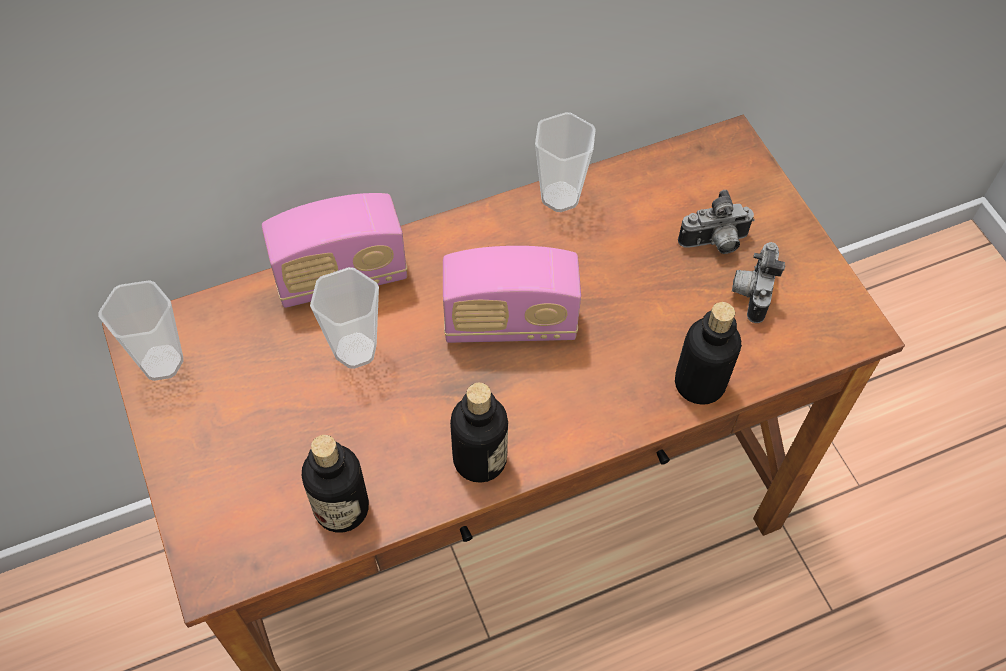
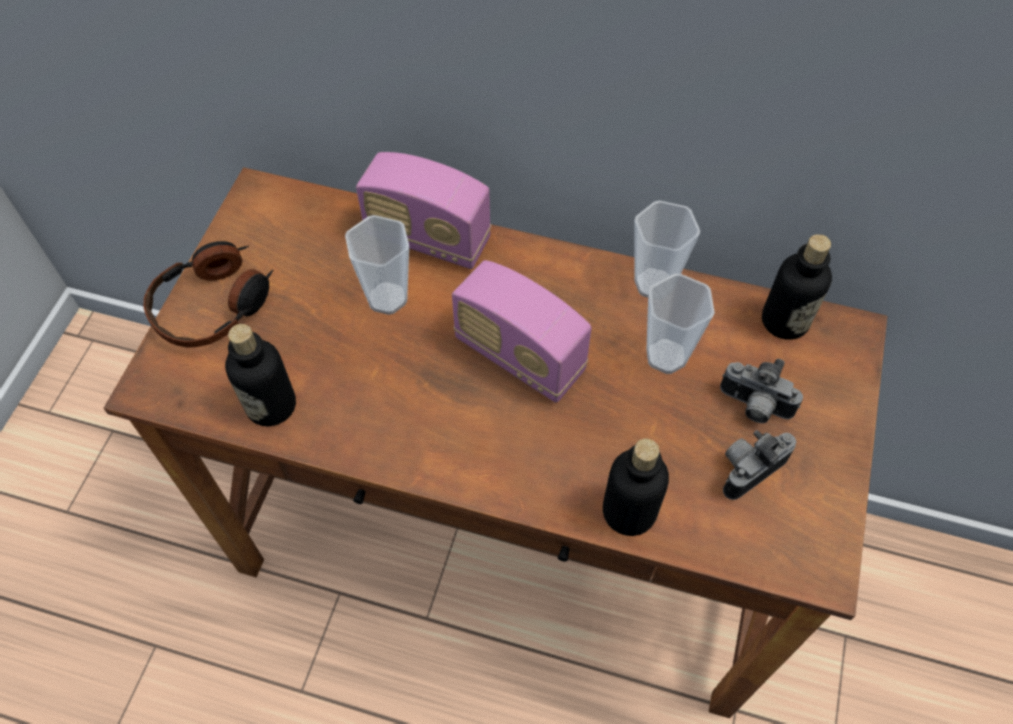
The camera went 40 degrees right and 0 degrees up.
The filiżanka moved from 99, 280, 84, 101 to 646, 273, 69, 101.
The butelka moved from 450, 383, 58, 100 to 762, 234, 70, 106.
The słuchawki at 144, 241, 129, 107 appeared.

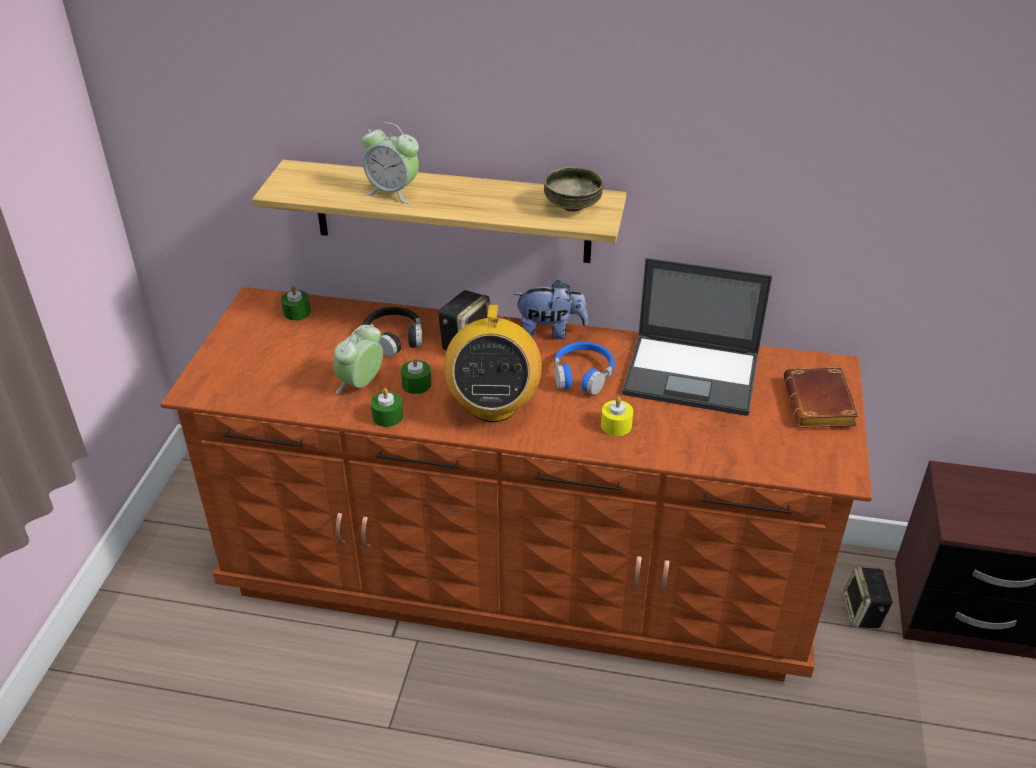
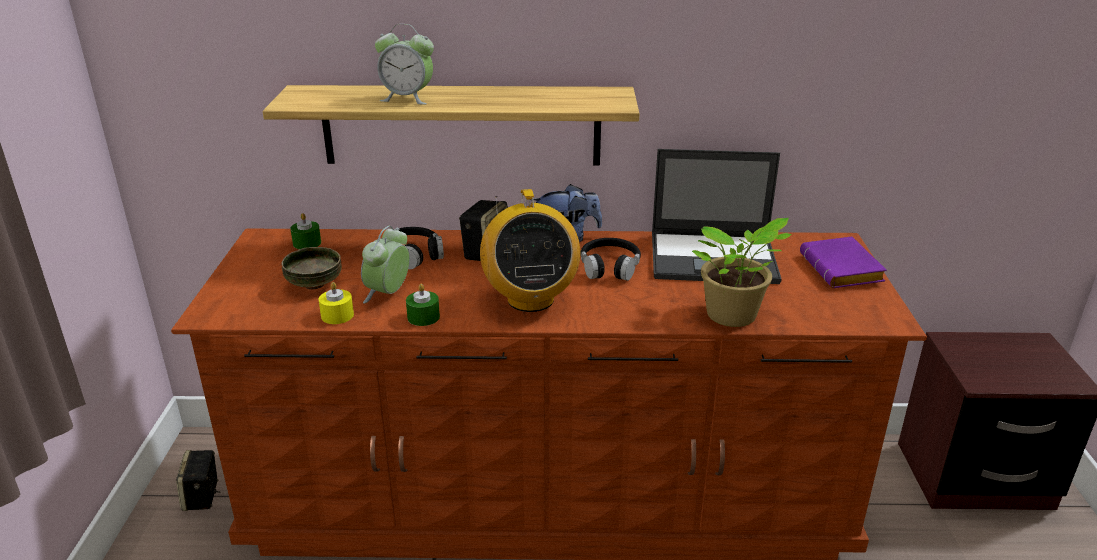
The camera went 10 degrees left and 10 degrees down.
The świeca [zielony] at 401, 356, 30, 38 disappeared.
The miska moved from 544, 167, 59, 45 to 281, 247, 61, 43.
The słuchawki [niebieski] at 554, 342, 61, 53 became the słuchawki [czarny] at 580, 238, 61, 43.
The świeca [żółty] moved from 601, 397, 32, 39 to 319, 282, 35, 42.
The książka [brązowy] at 784, 367, 75, 61 became the książka [fioletowy] at 800, 237, 87, 51.
The głośnik moved from 843, 566, 50, 62 to 176, 450, 44, 61.
The roślina doniczkowa at 692, 218, 100, 109 appeared.

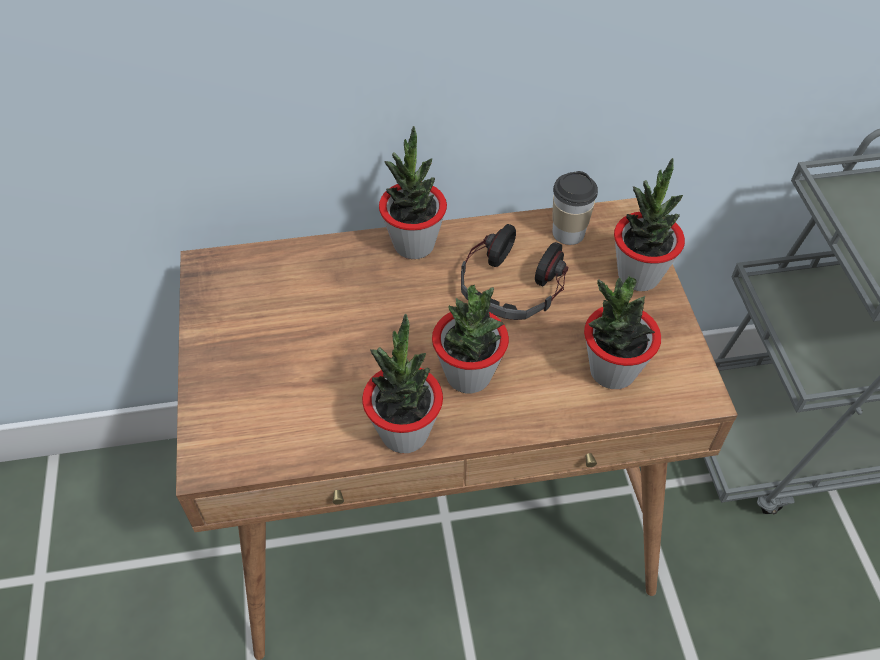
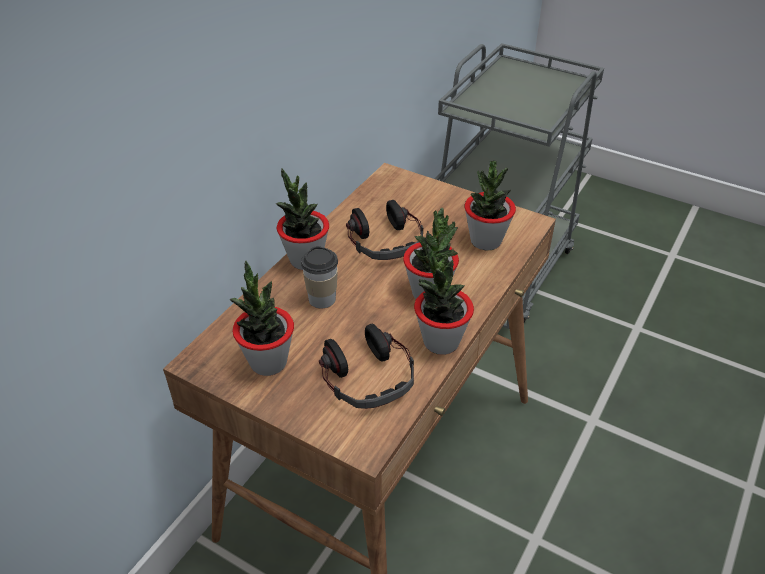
The camera went 50 degrees left and 10 degrees down.
The filiżanka moved from 552, 171, 46, 74 to 301, 246, 37, 62.
The roślina doniczkowa moved from 614, 158, 71, 133 to 230, 260, 64, 116.
The słuchawki at 319, 324, 95, 85 appeared.

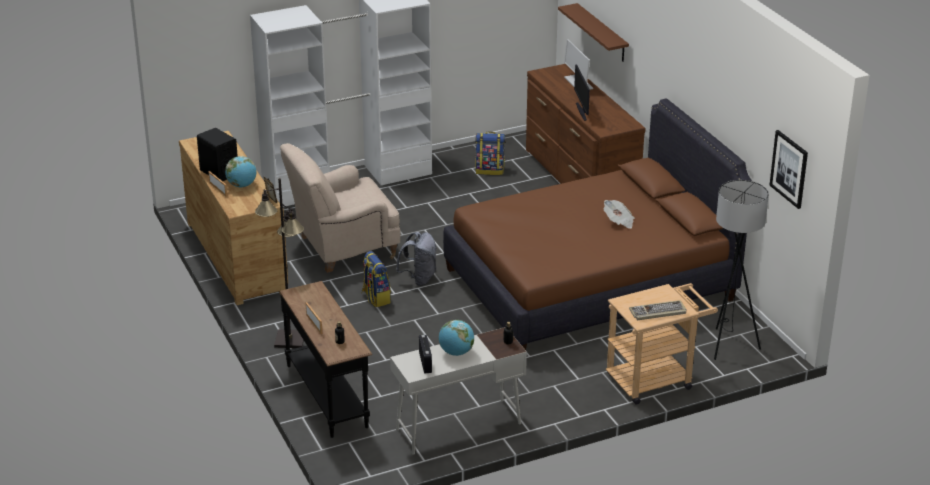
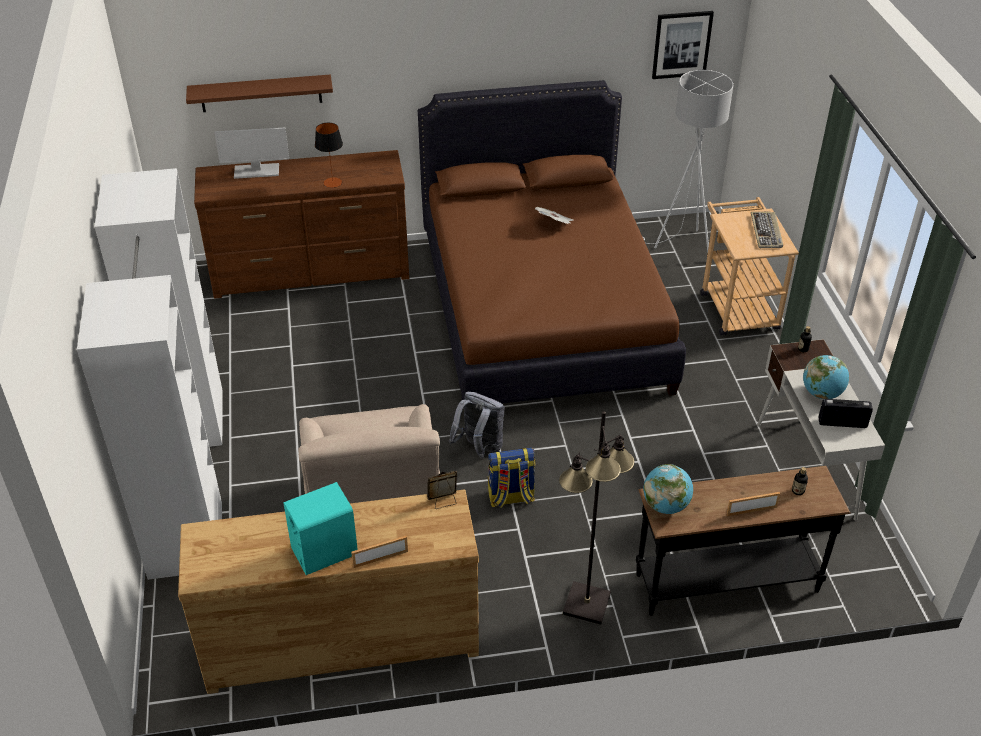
The camera went 75 degrees left and 10 degrees up.
The głośnik [czarny] at 197, 128, 41, 53 became the głośnik [turkusowy] at 283, 482, 75, 93.
The globus moved from 225, 156, 31, 31 to 644, 464, 49, 50.
The plecak at 475, 132, 30, 43 disappeared.
The monitor at 574, 65, 16, 56 was replaced by the lampa stołowa at 315, 123, 28, 65.
The lampa stojąca [czarny] at 714, 180, 55, 180 became the lampa stojąca [biały] at 643, 70, 91, 183.

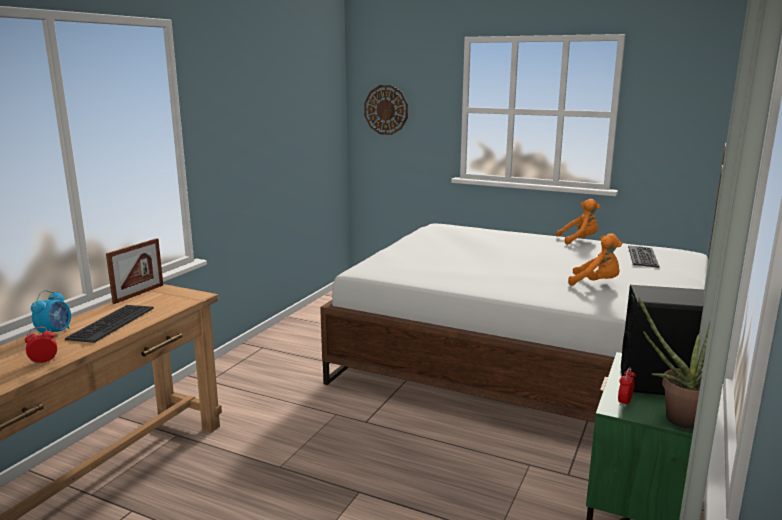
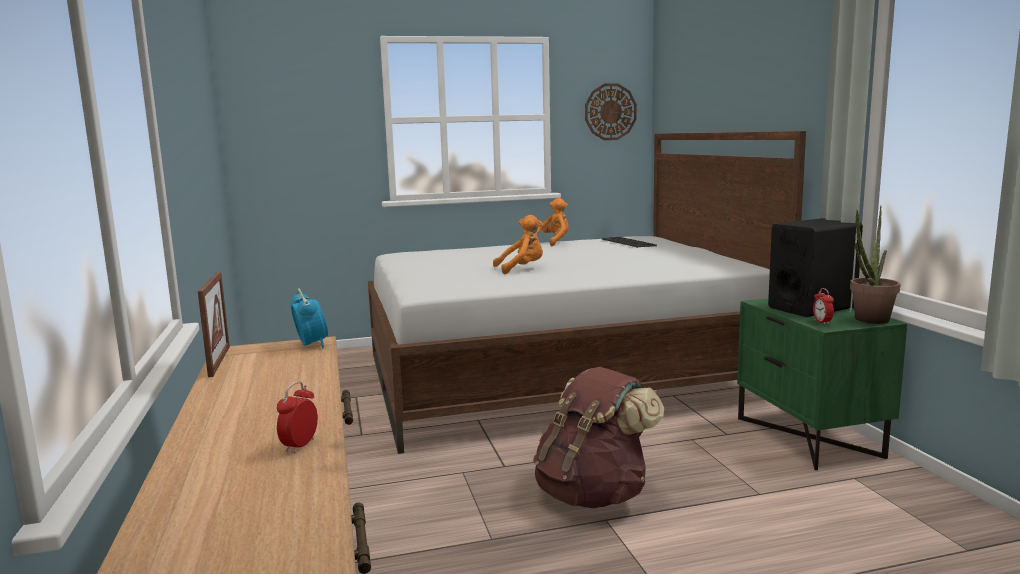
The camera went 40 degrees left and 5 degrees down.
The budzik moved from 31, 290, 40, 43 to 291, 288, 37, 60.
The klawiatura at 65, 305, 89, 38 disappeared.
The zegar ścienny moved from 364, 85, 44, 50 to 585, 83, 52, 57.
The pluszak [pomarańczowy] moved from 568, 233, 54, 53 to 493, 215, 50, 59.
The plecak [brązowy] at 533, 367, 131, 142 appeared.

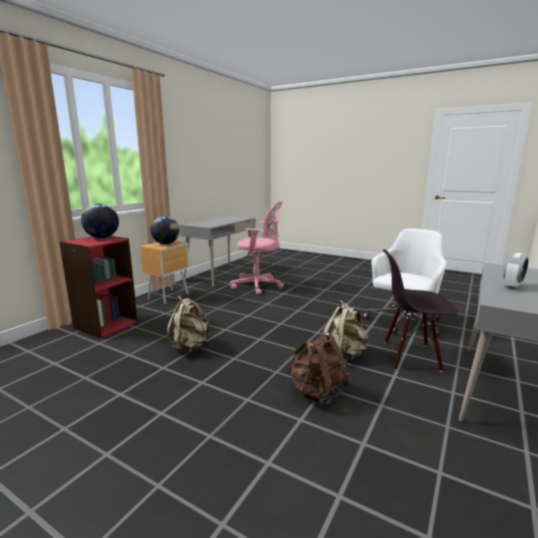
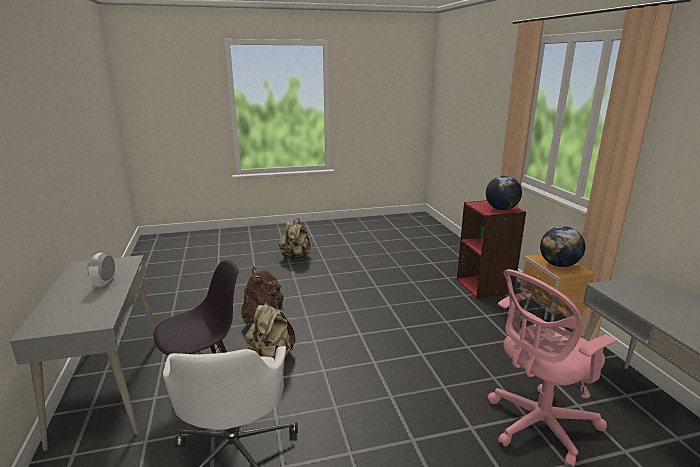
The camera went 135 degrees right and 5 degrees up.
The plecak [beżowy] moved from 167, 295, 43, 58 to 279, 218, 32, 43.

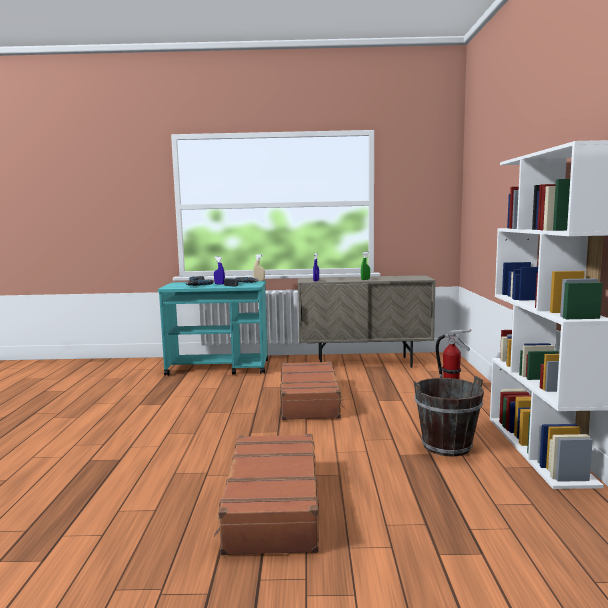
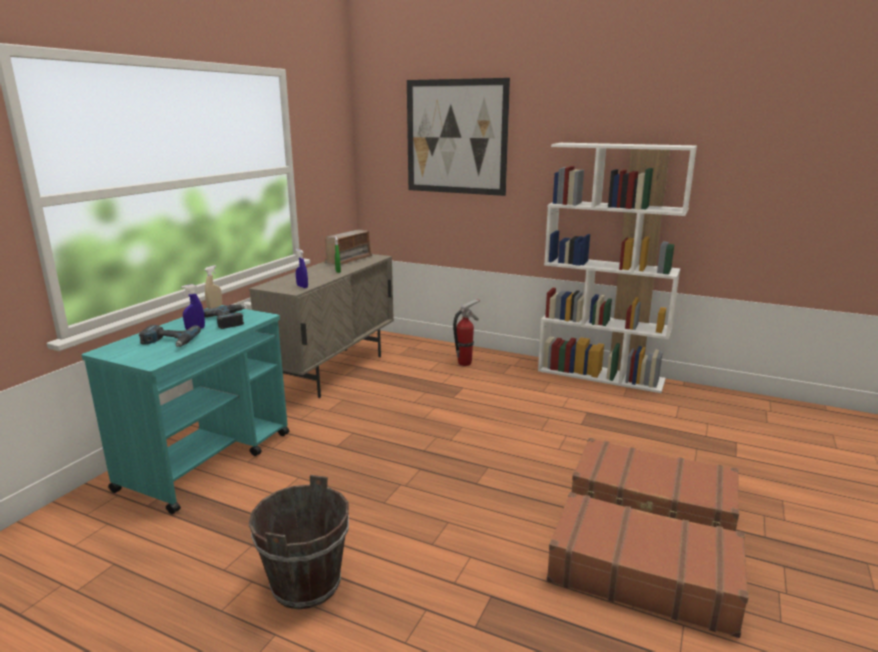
The camera went 65 degrees left and 10 degrees up.
The walizka [brązowy] moved from 280, 361, 65, 59 to 547, 492, 202, 146.
The wiadro [brązowy] moved from 414, 376, 70, 81 to 249, 475, 100, 135.
The radio at 325, 230, 47, 35 appeared.
The obraz at 407, 78, 103, 118 appeared.

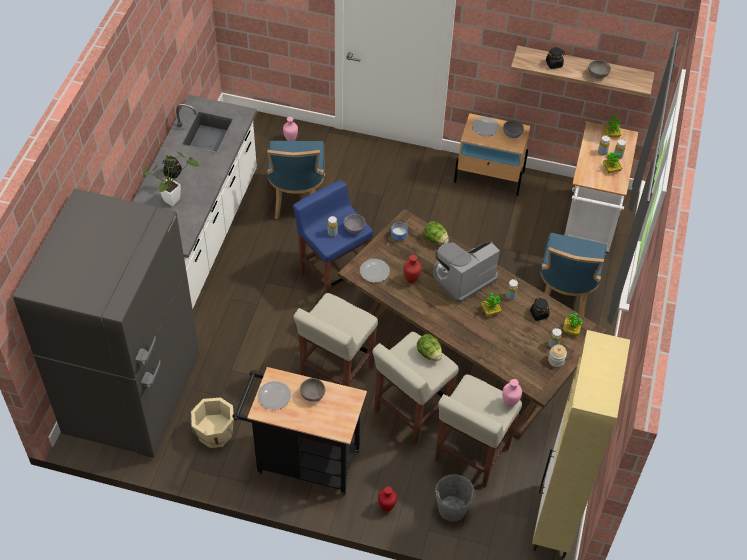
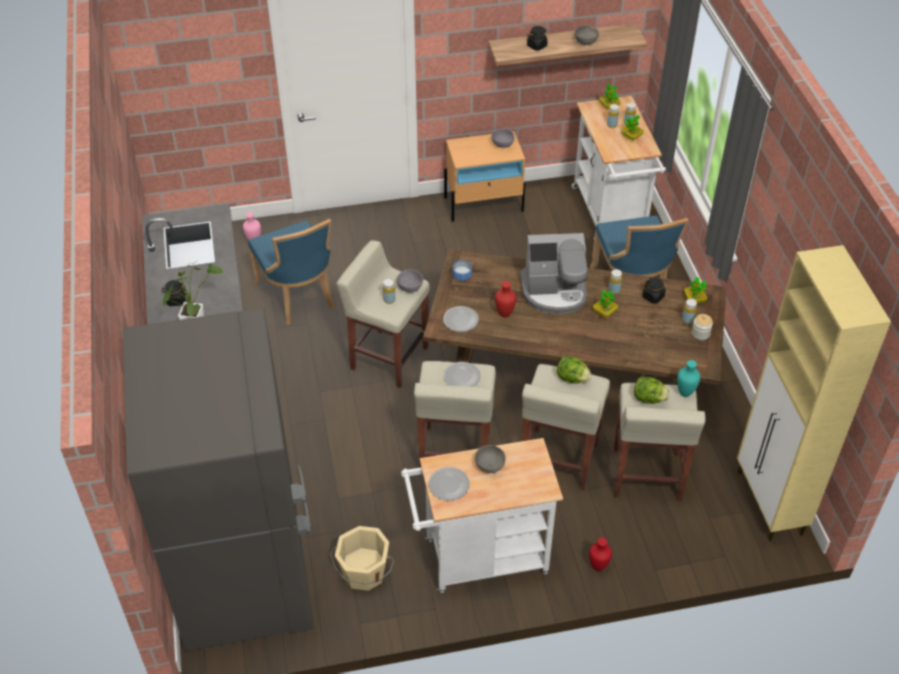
The camera went 25 degrees left and 5 degrees down.
The wózek [czarny] at 232, 367, 135, 128 became the wózek [biały] at 401, 438, 162, 155.
The stołek [niebieski] at 293, 180, 80, 114 became the stołek [beżowy] at 337, 240, 93, 148.
The sałata moved from 424, 221, 25, 24 to 634, 377, 36, 27.
The ekspres do kawy at 433, 242, 67, 61 turned 120 degrees counterclockwise.
The wiadro [szary] at 435, 474, 40, 48 disappeared.
The talerz moved from 472, 117, 27, 19 to 443, 362, 38, 25.
The wazon [różowy] at 502, 379, 20, 28 became the wazon [turkusowy] at 677, 360, 23, 37.

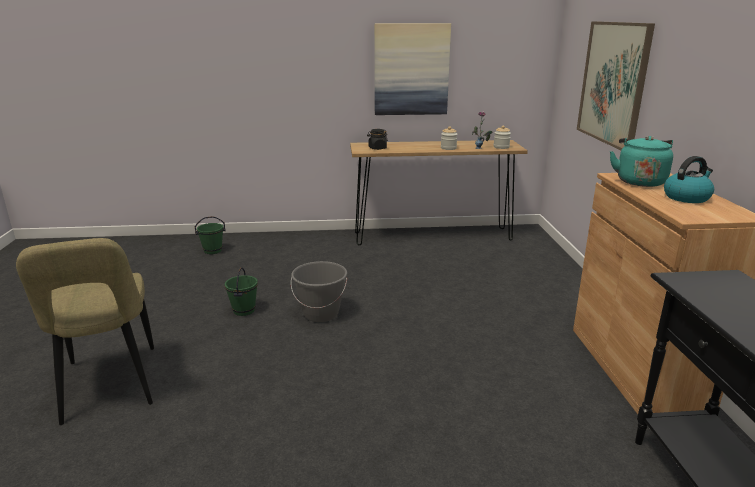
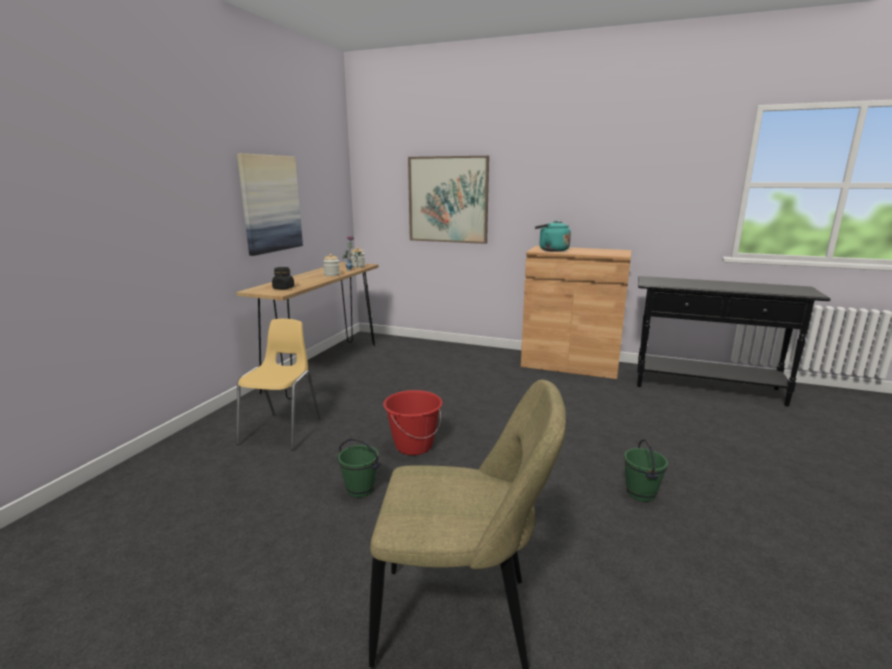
The camera went 65 degrees left and 5 degrees down.
The wiadro [zielony] moved from 195, 216, 31, 38 to 624, 439, 44, 63.
The wiadro [szary] at 291, 261, 56, 61 became the wiadro [czerwony] at 383, 390, 59, 65.
The czajnik at 664, 156, 50, 47 disappeared.
The krzesło [żółty] at 236, 319, 85, 131 appeared.

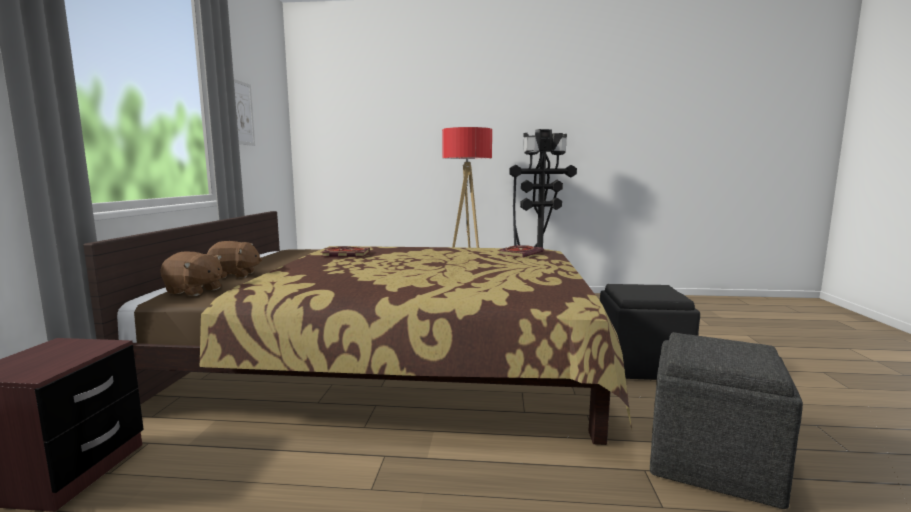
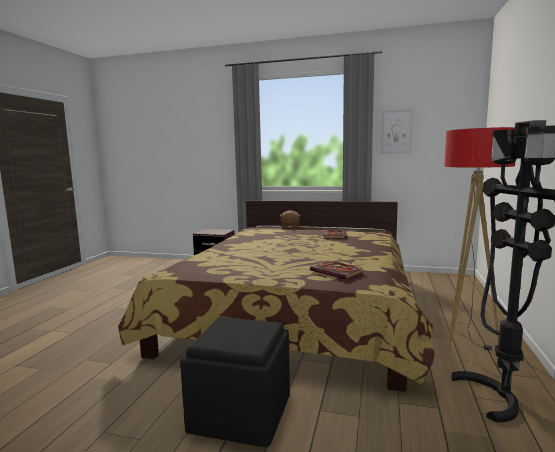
The camera went 100 degrees right and 0 degrees up.
The pluszak [brązowy] at 160, 252, 62, 44 disappeared.
The pufa [szary] at 650, 332, 153, 177 disappeared.

